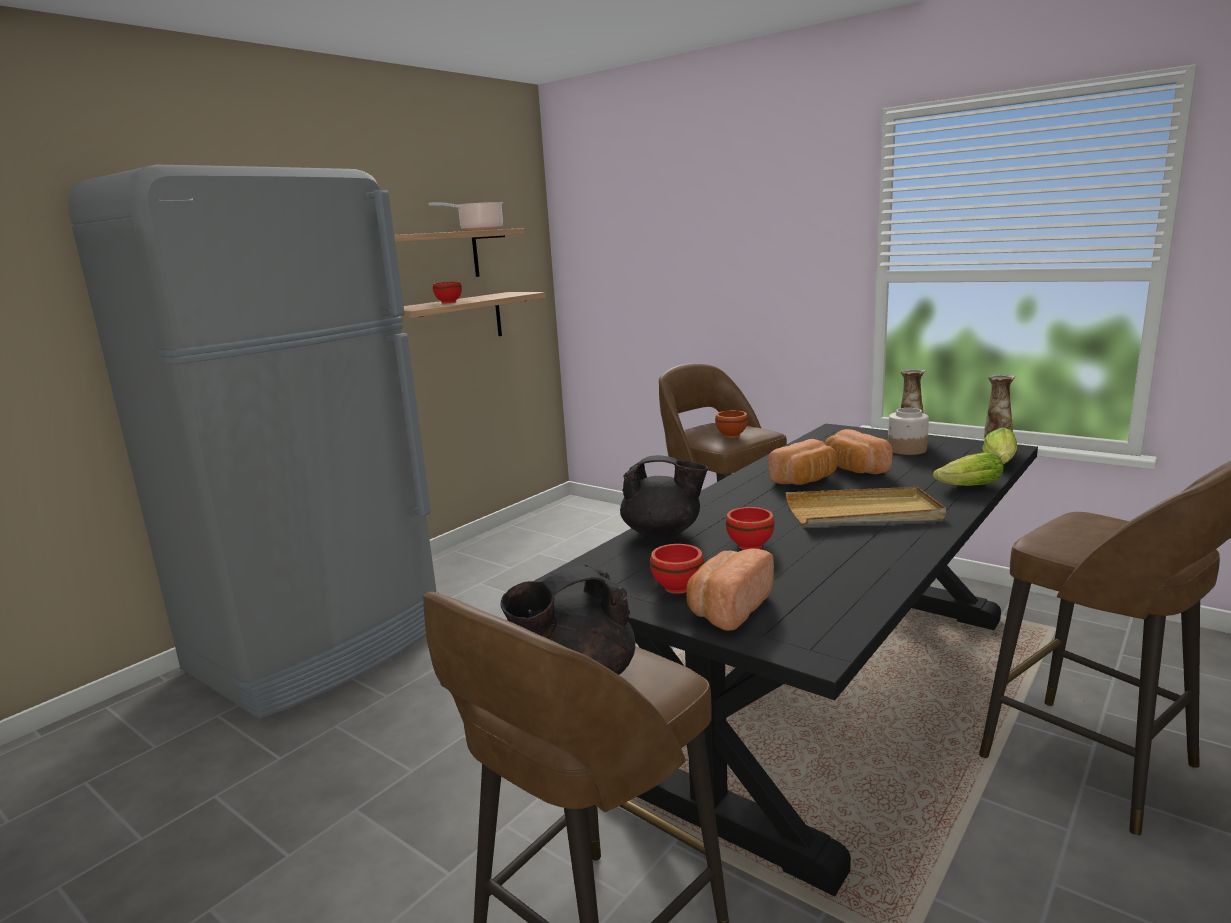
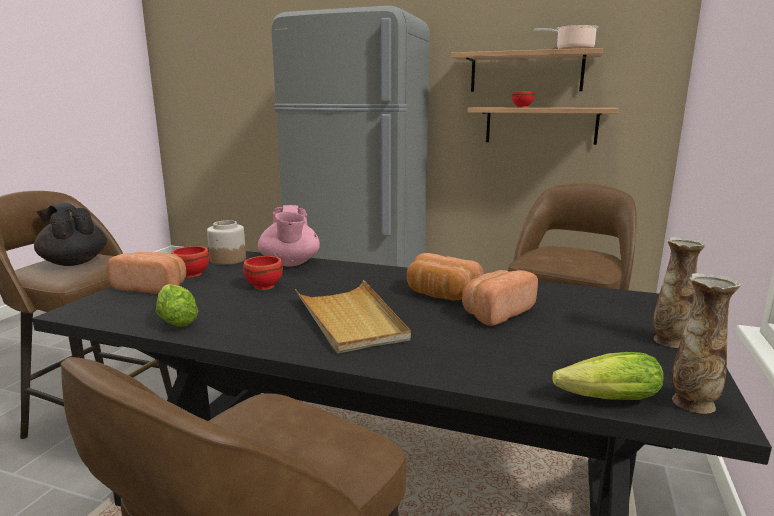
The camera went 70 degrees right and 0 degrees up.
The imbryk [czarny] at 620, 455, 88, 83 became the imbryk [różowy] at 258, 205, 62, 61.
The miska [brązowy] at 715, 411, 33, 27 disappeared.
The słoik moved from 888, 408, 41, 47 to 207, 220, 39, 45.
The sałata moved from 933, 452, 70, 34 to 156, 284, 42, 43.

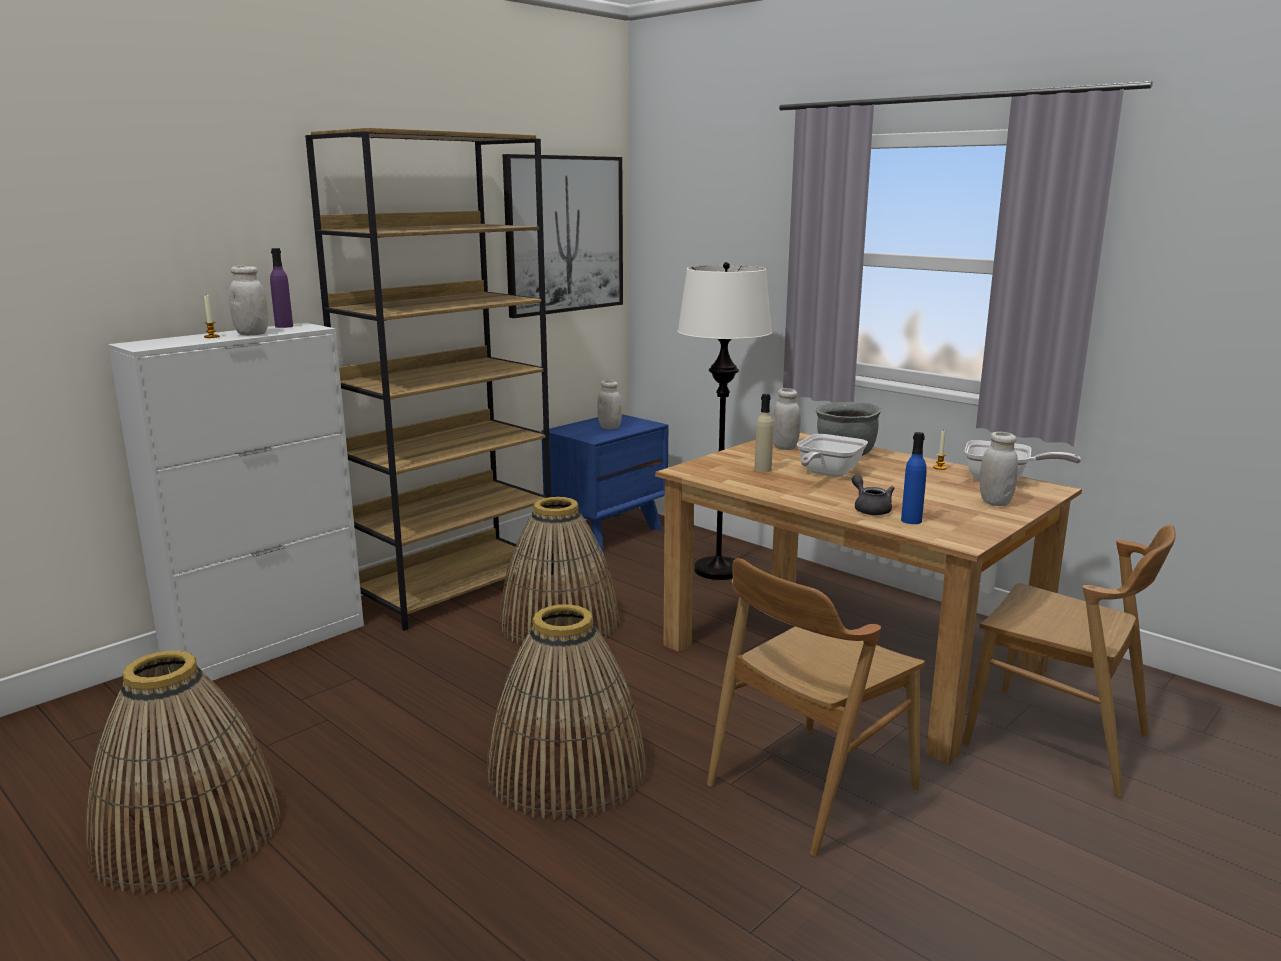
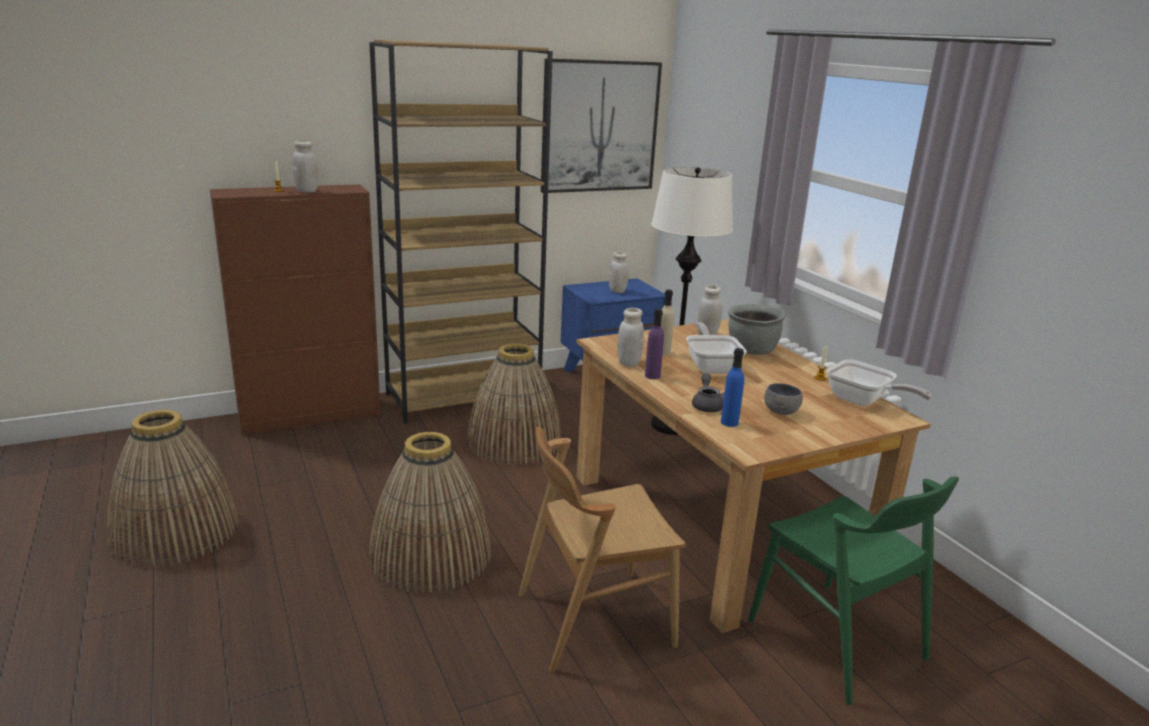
The camera went 20 degrees right and 5 degrees up.
The szafka [biały] at 108, 323, 256, 358 became the szafka [brązowy] at 210, 184, 171, 251.
The butelka [fioletowy] moved from 270, 248, 23, 80 to 645, 309, 19, 70.
The patelnia at 797, 434, 71, 43 turned 120 degrees clockwise.
The krzesło [brązowy] at 962, 525, 214, 272 became the krzesło [zielony] at 748, 476, 211, 229.
The słoik [biały] moved from 980, 432, 38, 74 to 617, 308, 27, 59.
The miska [szary] at 764, 383, 39, 32 appeared.

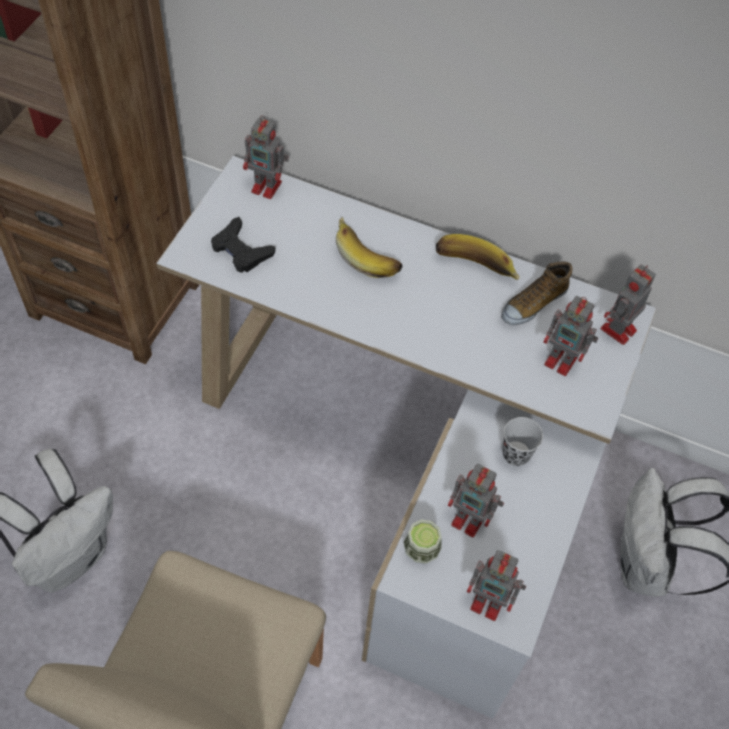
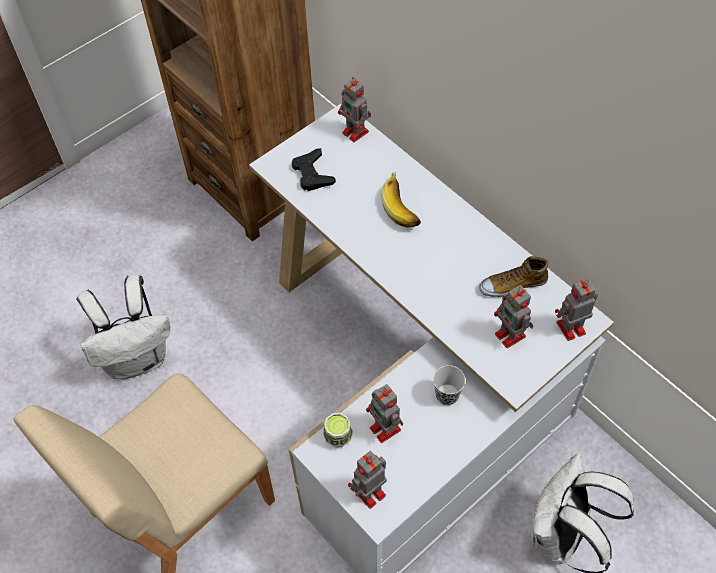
The camera went 30 degrees right and 0 degrees up.
The banan at 436, 234, 84, 46 disappeared.
The robot zabawkowy at 467, 550, 59, 71 turned 90 degrees clockwise.

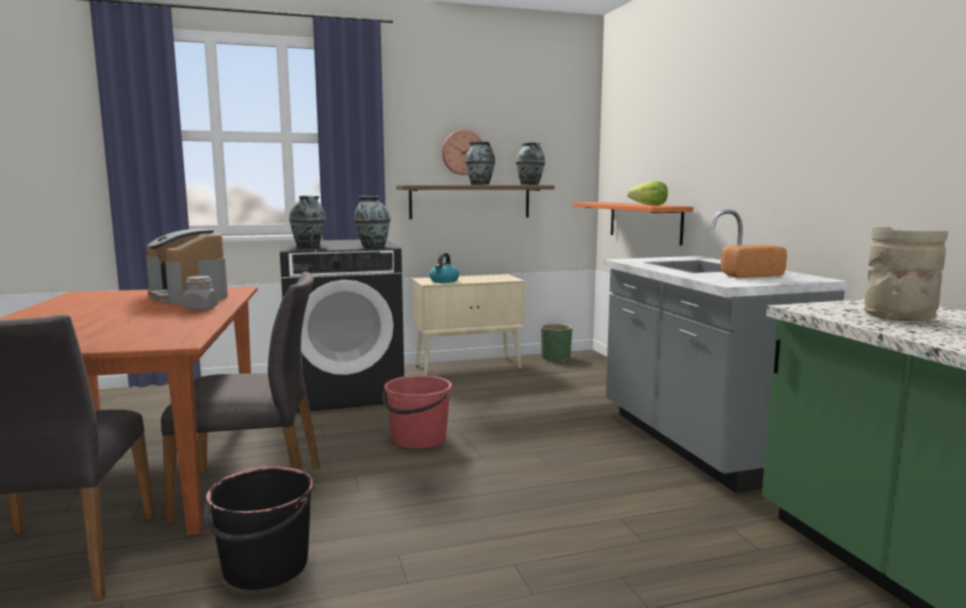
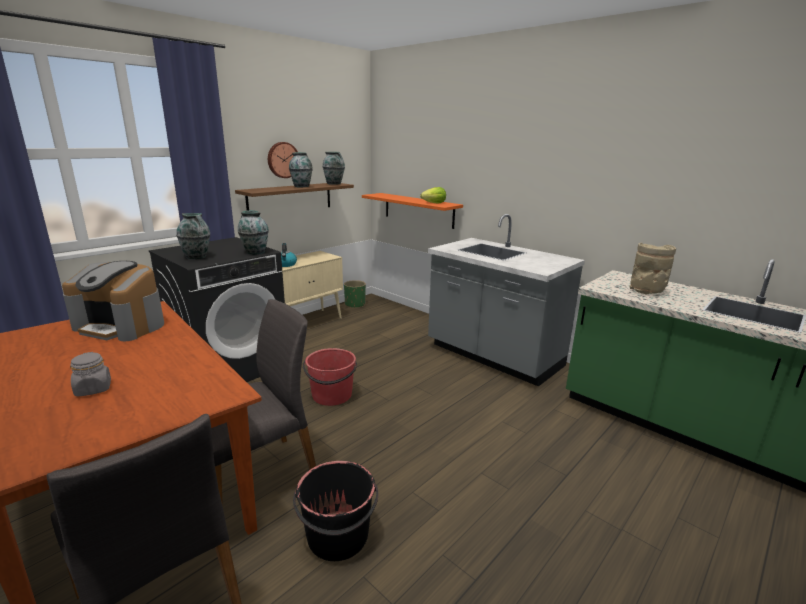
The camera went 30 degrees left and 10 degrees up.
The słoik [szary] moved from 182, 276, 36, 34 to 70, 352, 41, 45.
The chleb at 721, 245, 66, 33 disappeared.

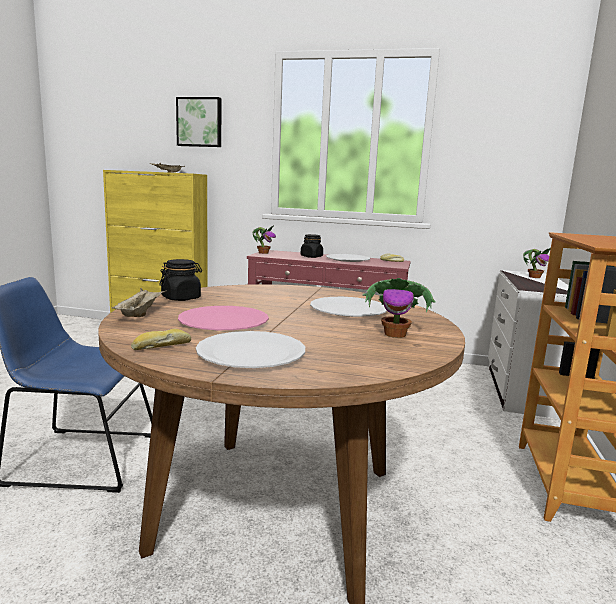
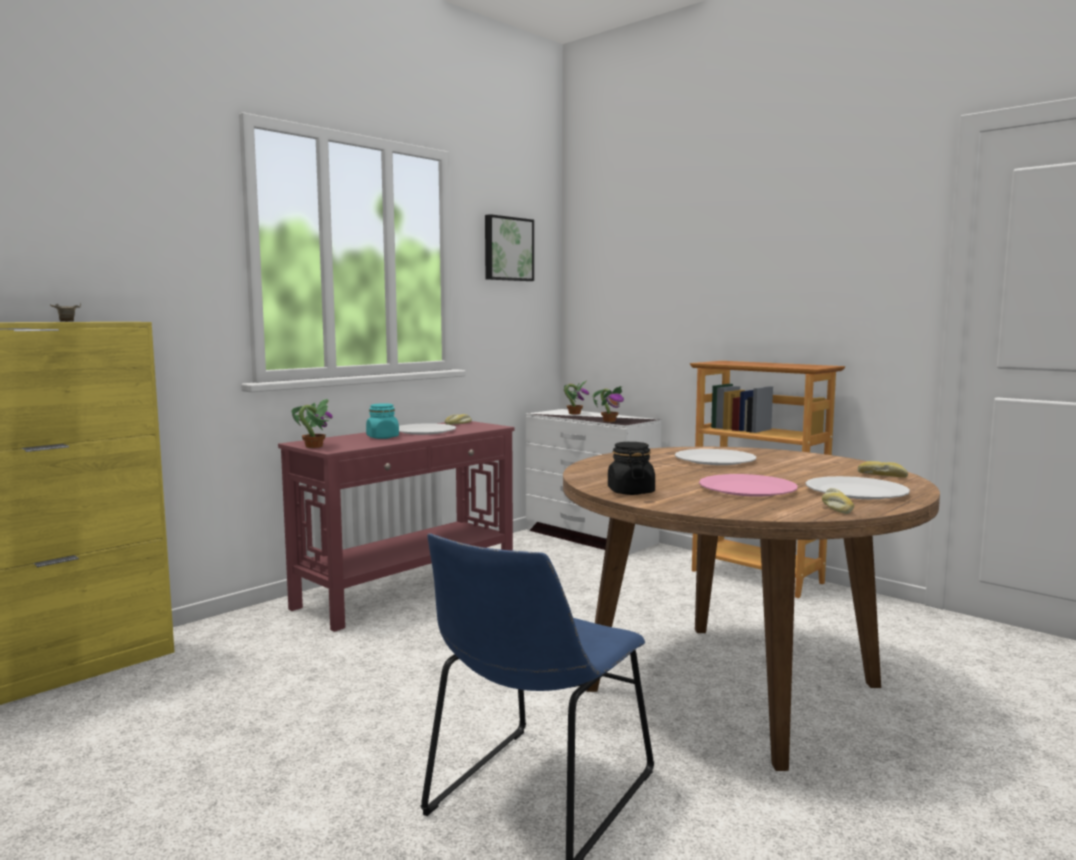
The camera went 60 degrees left and 5 degrees down.
The taca [beżowy] at 111, 288, 55, 29 disappeared.
The obraz moved from 176, 97, 45, 50 to 485, 214, 49, 67.
The słoik [czarny] at 301, 234, 22, 24 became the słoik [turkusowy] at 366, 403, 33, 36.
The roślina doniczkowa moved from 362, 278, 74, 60 to 593, 386, 31, 36.
The chleb at 858, 461, 50, 17 appeared.

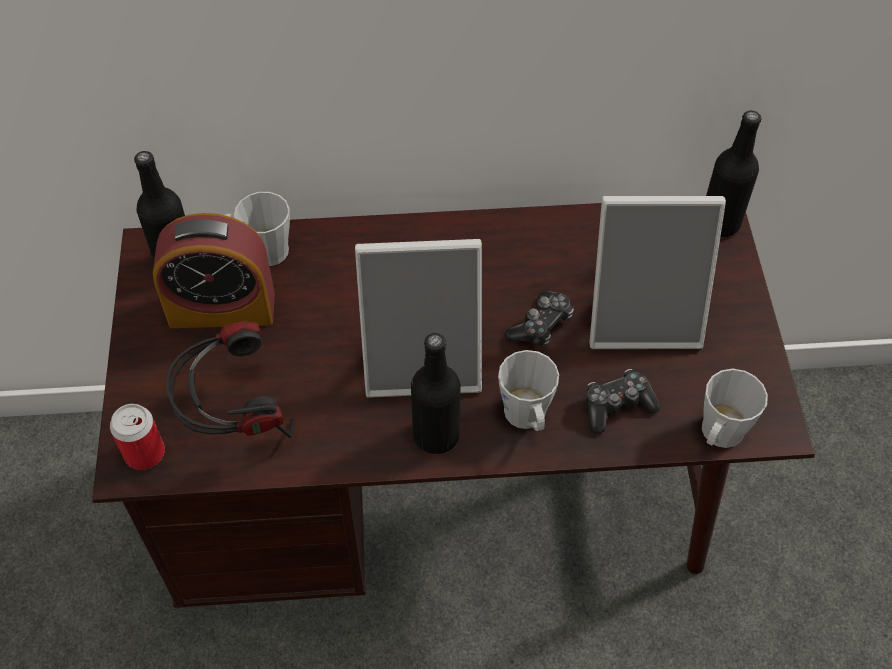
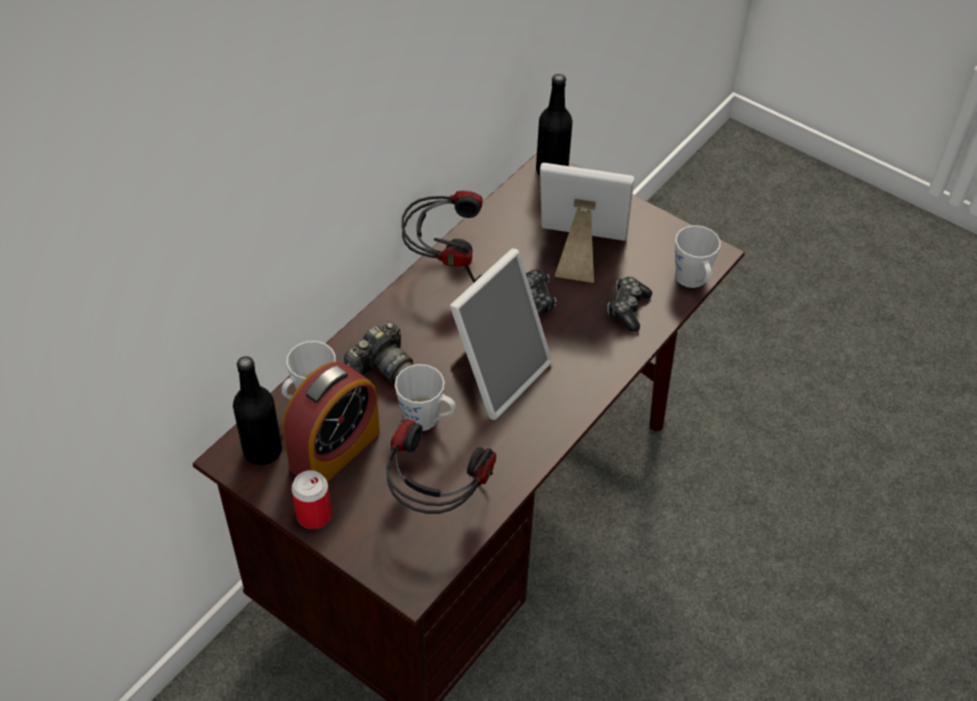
The camera went 50 degrees left and 5 degrees down.
The puszka moved from 110, 404, 55, 66 to 291, 470, 41, 59.
The butelka [czarny] at 411, 333, 50, 121 disappeared.
The kubek [szary] moved from 498, 350, 61, 81 to 395, 364, 61, 67.
The ramka na zdjęcie at 590, 196, 136, 153 turned 120 degrees counterclockwise.
The aparat fotograficzny at 344, 322, 69, 61 appeared.
The słuchawki at 402, 191, 81, 91 appeared.

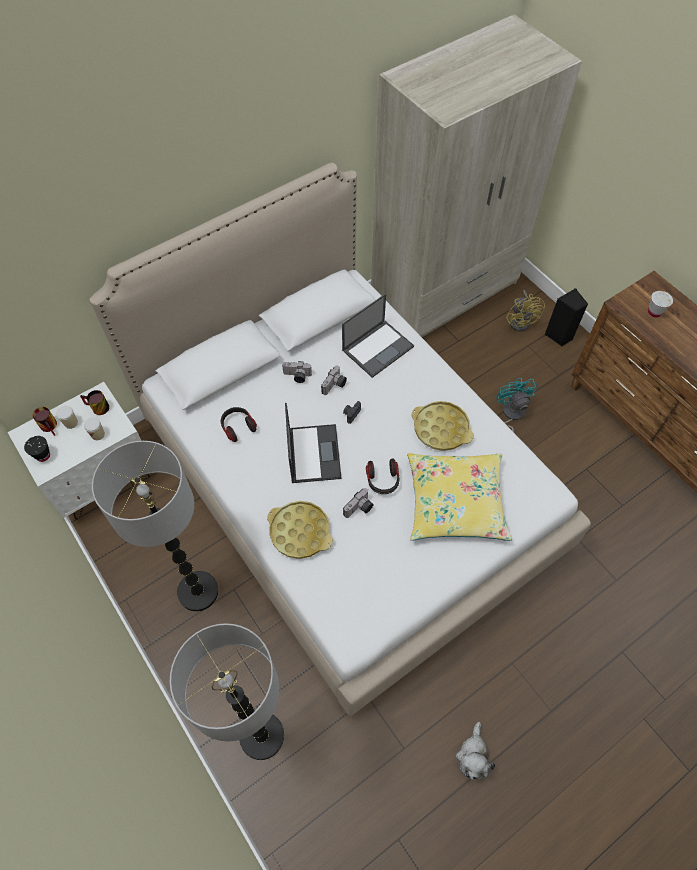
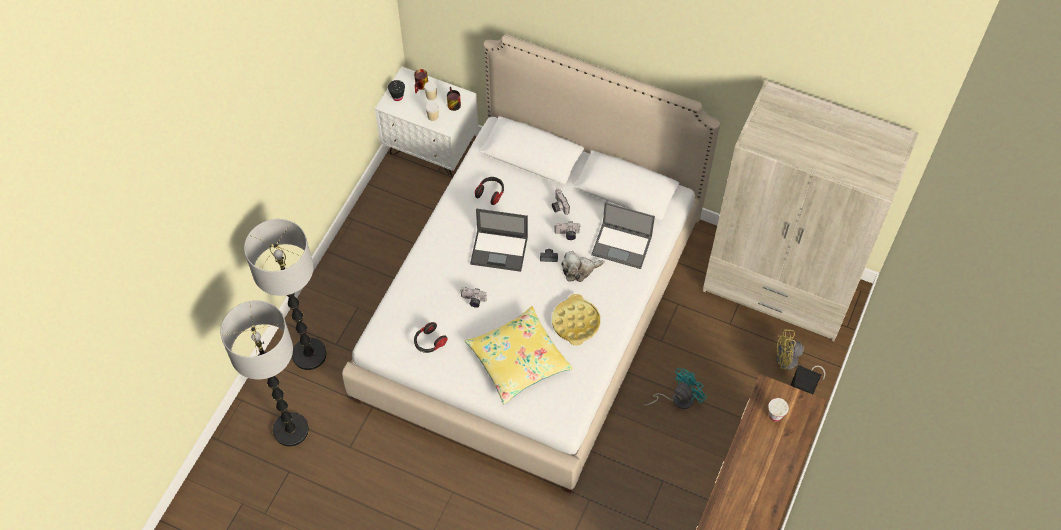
The camera went 60 degrees right and 0 degrees up.
The lampa stojąca moved from 92, 441, 126, 171 to 221, 300, 88, 147.
The taca [żółty] at 267, 501, 66, 58 disappeared.
The laptop at 285, 403, 57, 80 turned 45 degrees clockwise.
The słuchawki moved from 366, 459, 34, 35 to 414, 322, 33, 31.
The pluszak moved from 456, 722, 39, 58 to 561, 251, 44, 31.
The wentylator [żółty] at 506, 290, 39, 42 turned 45 degrees clockwise.

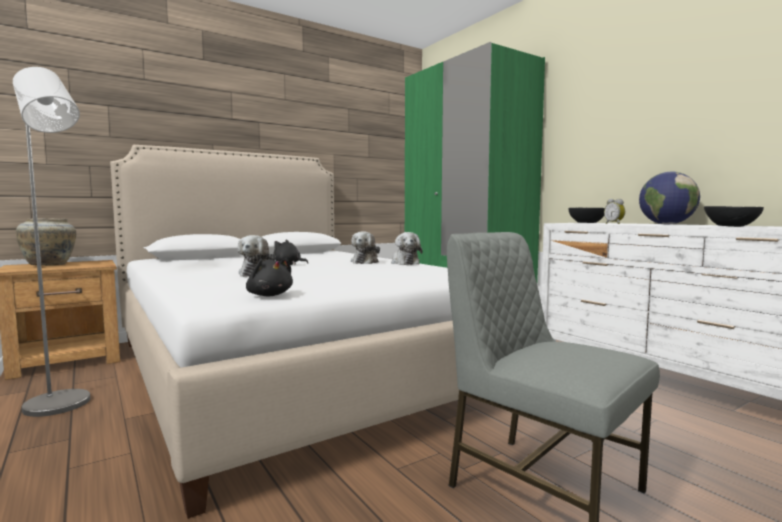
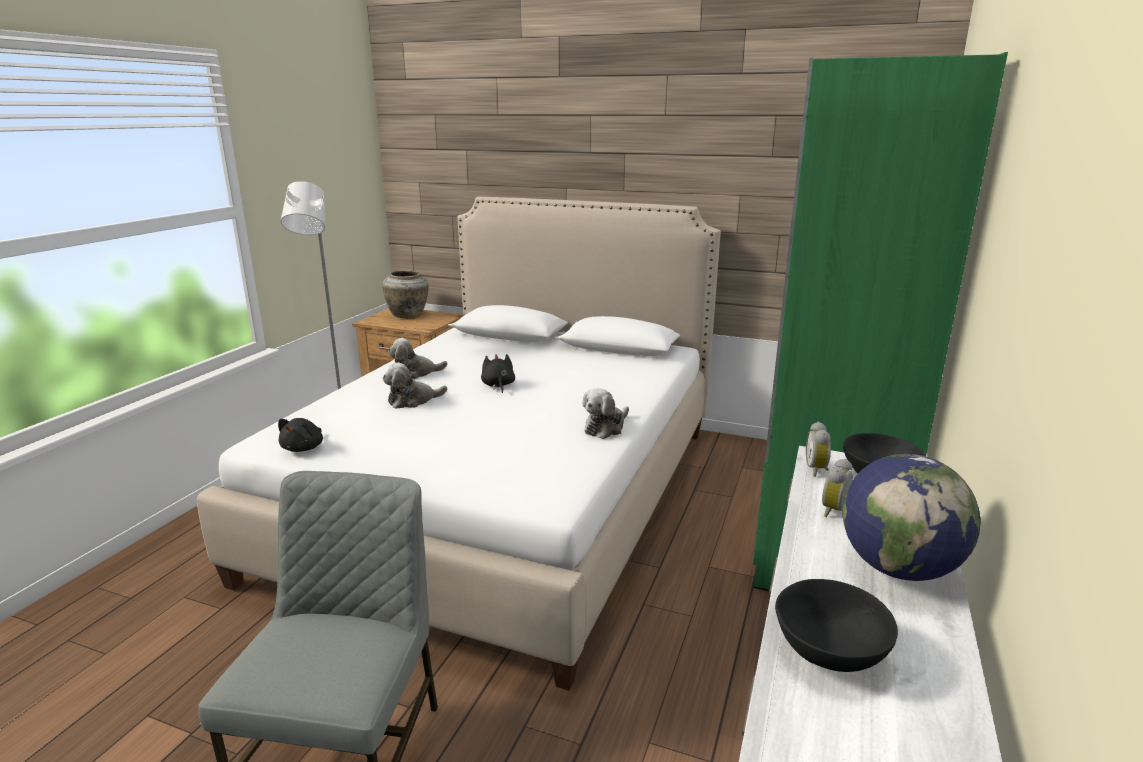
The camera went 55 degrees right and 15 degrees up.
The pluszak moved from 351, 231, 29, 33 to 388, 338, 60, 41.
The budzik at 806, 422, 25, 55 appeared.

